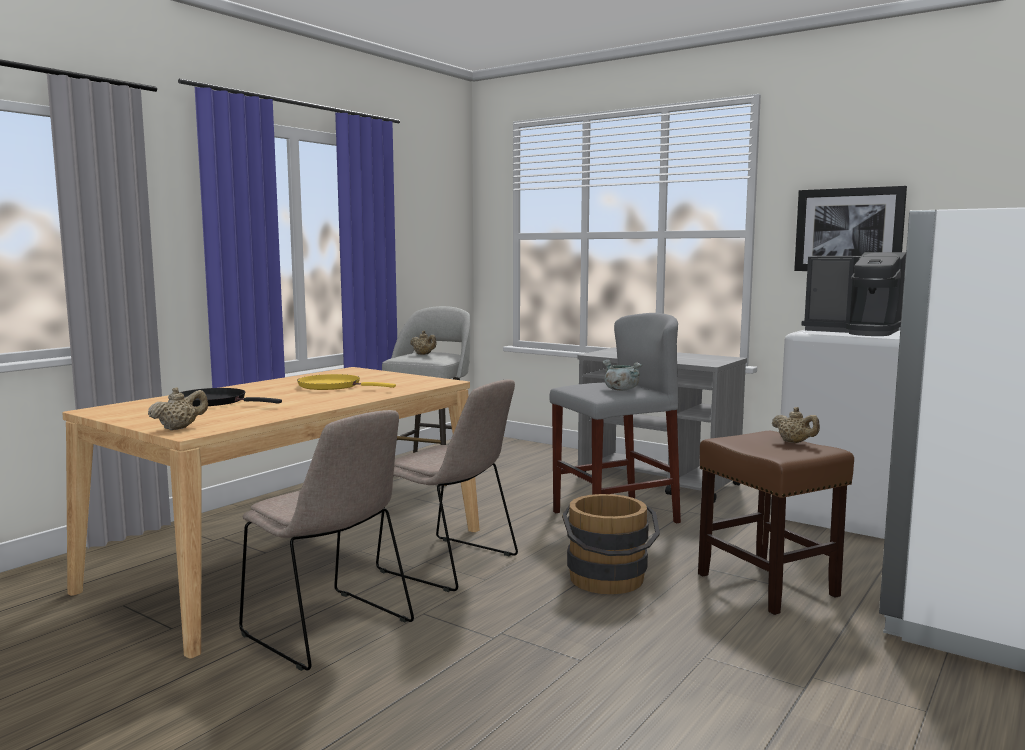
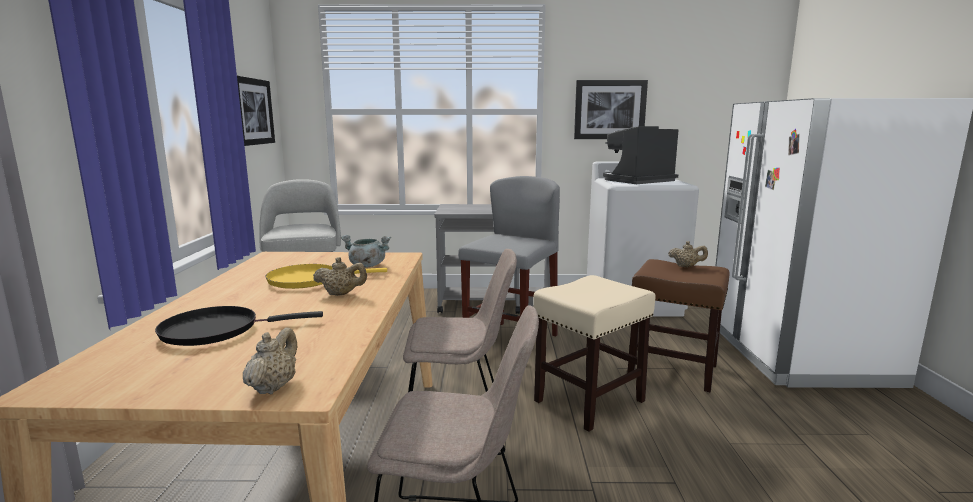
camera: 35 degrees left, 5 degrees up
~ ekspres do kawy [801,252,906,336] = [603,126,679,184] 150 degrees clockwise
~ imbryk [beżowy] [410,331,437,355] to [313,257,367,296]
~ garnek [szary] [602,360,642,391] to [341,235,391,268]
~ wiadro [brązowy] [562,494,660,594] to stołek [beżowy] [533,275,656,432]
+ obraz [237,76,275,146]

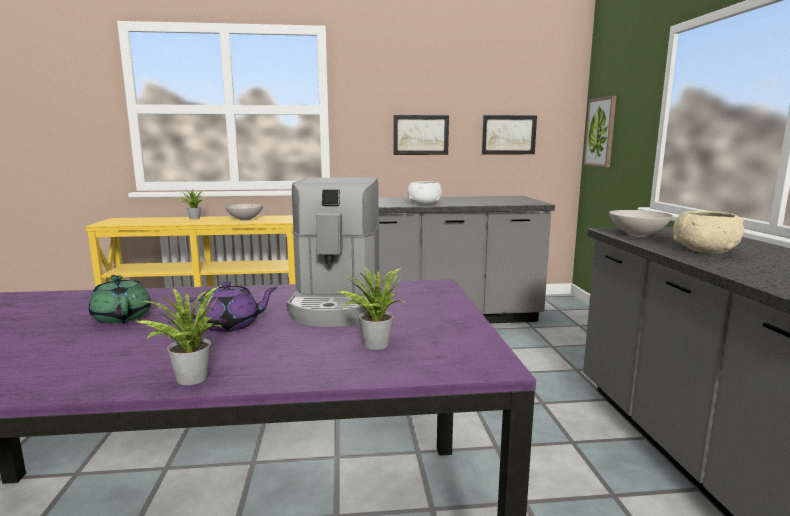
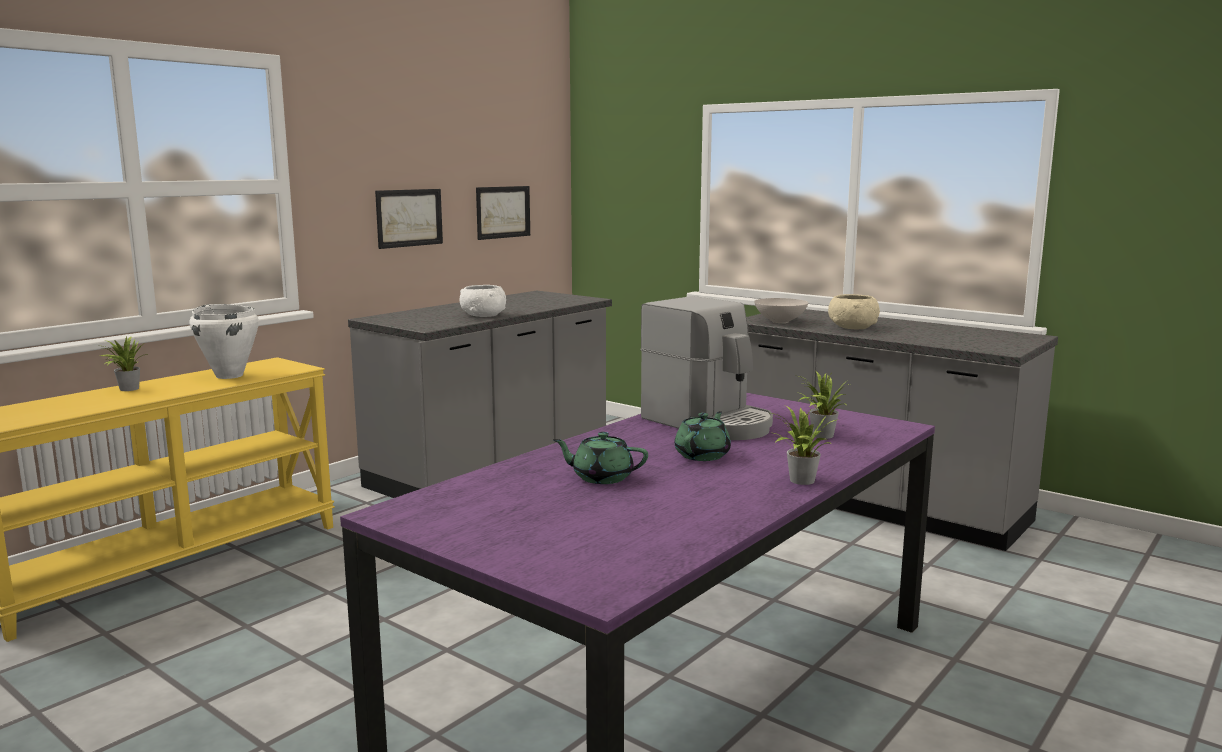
camera: 45 degrees left, 0 degrees up
- obraz [584,96,616,167]
~ miska [biały] [225,204,263,221] to garnek [biały] [189,304,259,379]
~ imbryk [fioletowy] [182,282,277,332] to imbryk [zielony] [674,411,731,461]

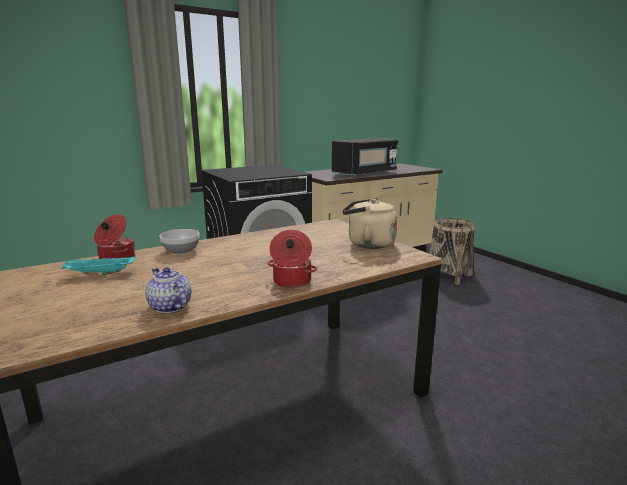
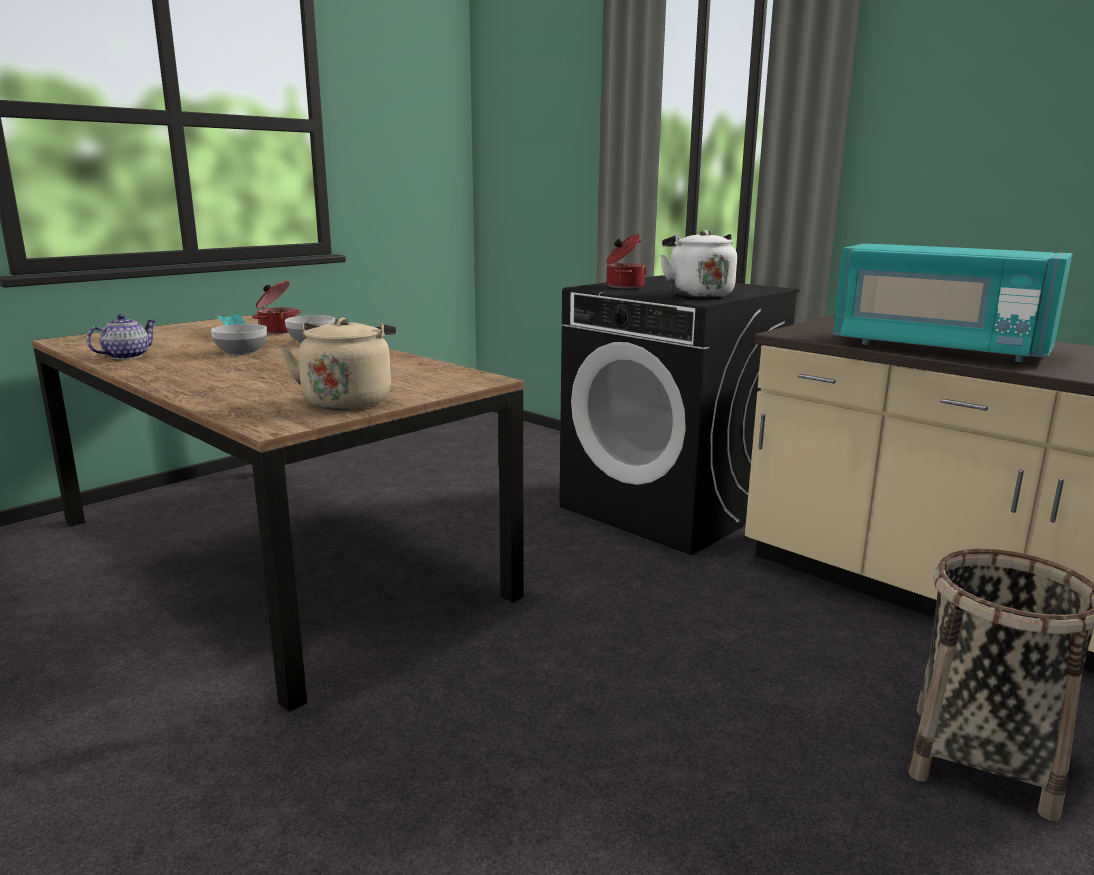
camera: 75 degrees right, 0 degrees up
~ mikrofalówka [czarny] [332,138,398,177] to mikrofalówka [turkusowy] [833,243,1072,362]
~ garnek [267,230,317,288] to [606,234,647,289]
+ czajnik [biały] [660,230,737,298]
+ miska [211,324,267,355]

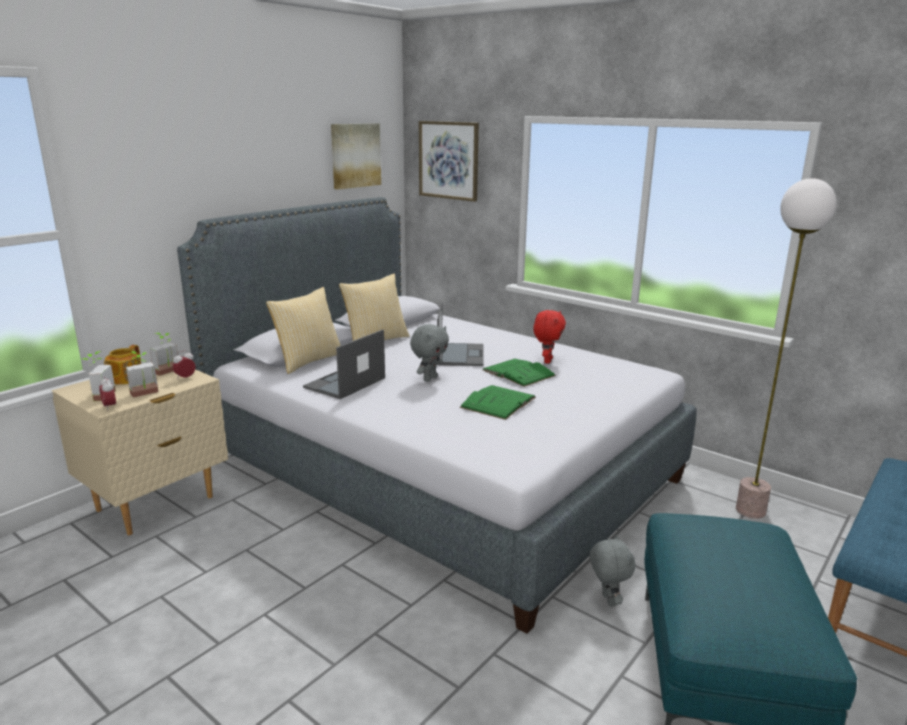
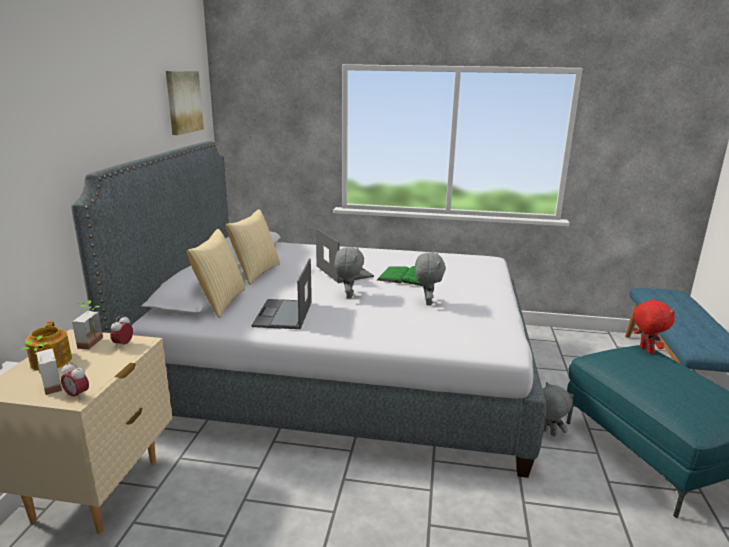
camera: 30 degrees left, 0 degrees up
- obraz [419,121,479,202]
- lampa stojąca [736,178,837,519]
~ pluszak [czerwony] [533,310,566,364] to [633,298,675,354]
- roślina doniczkowa [126,351,159,398]
~ książka [zielony] [460,385,536,420] to pluszak [szary] [415,253,446,305]

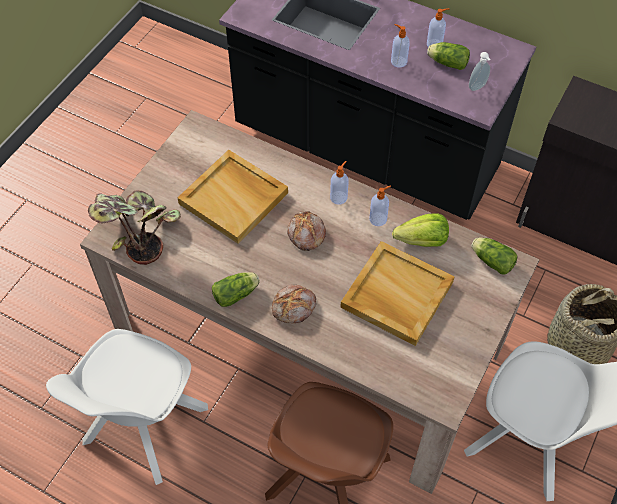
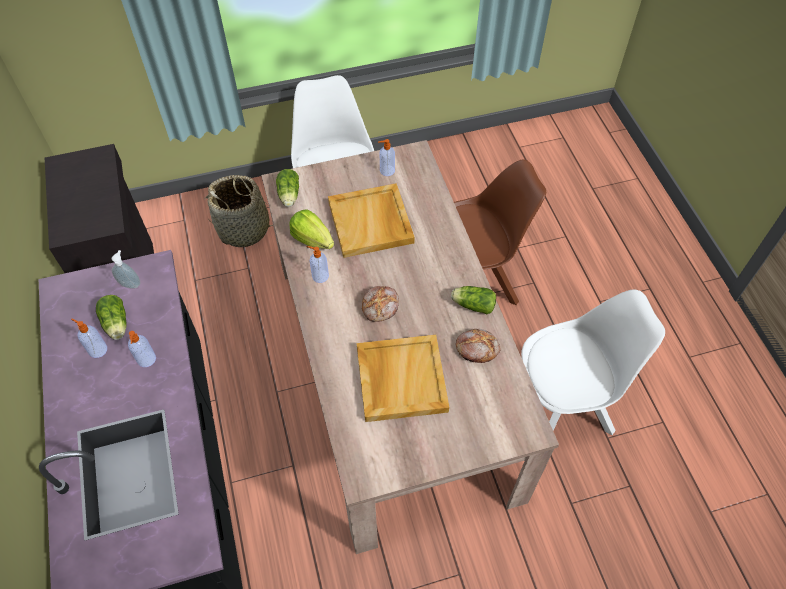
camera: 135 degrees left, 0 degrees up
~ dozownik mydła [330,161,349,205] to [378,139,395,176]
- roślina doniczkowa [88,190,181,265]
~ chleb [272,285,316,323] to [456,329,500,363]

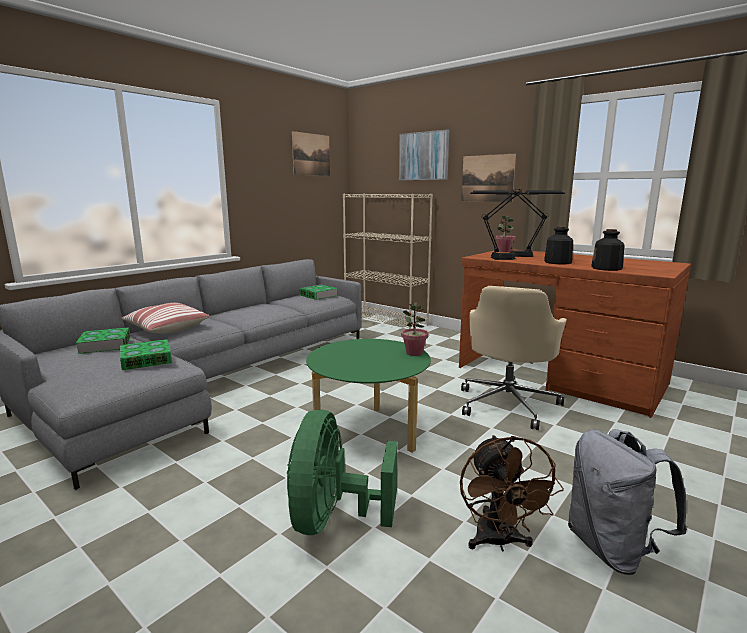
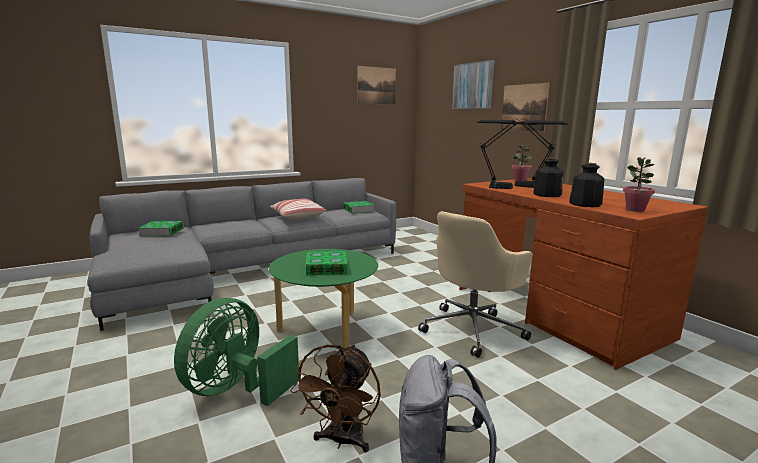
camera: 20 degrees right, 0 degrees up
- regał [beżowy] [343,194,433,329]
~ roślina doniczkowa [401,301,429,356] to [623,157,655,212]
~ poduszka [121,303,210,334] to [269,199,327,220]
~ książka [120,339,172,370] to [306,251,348,275]

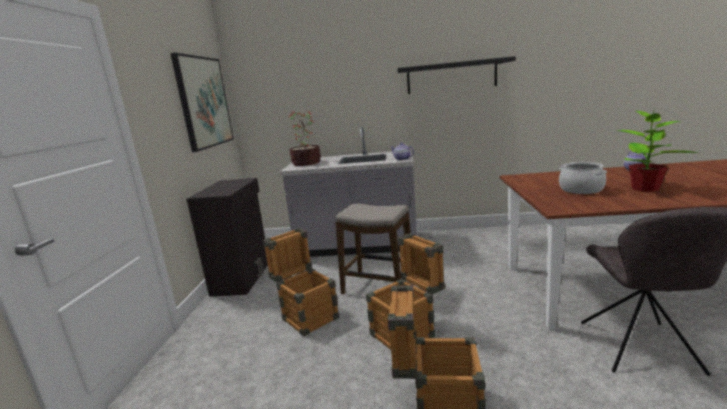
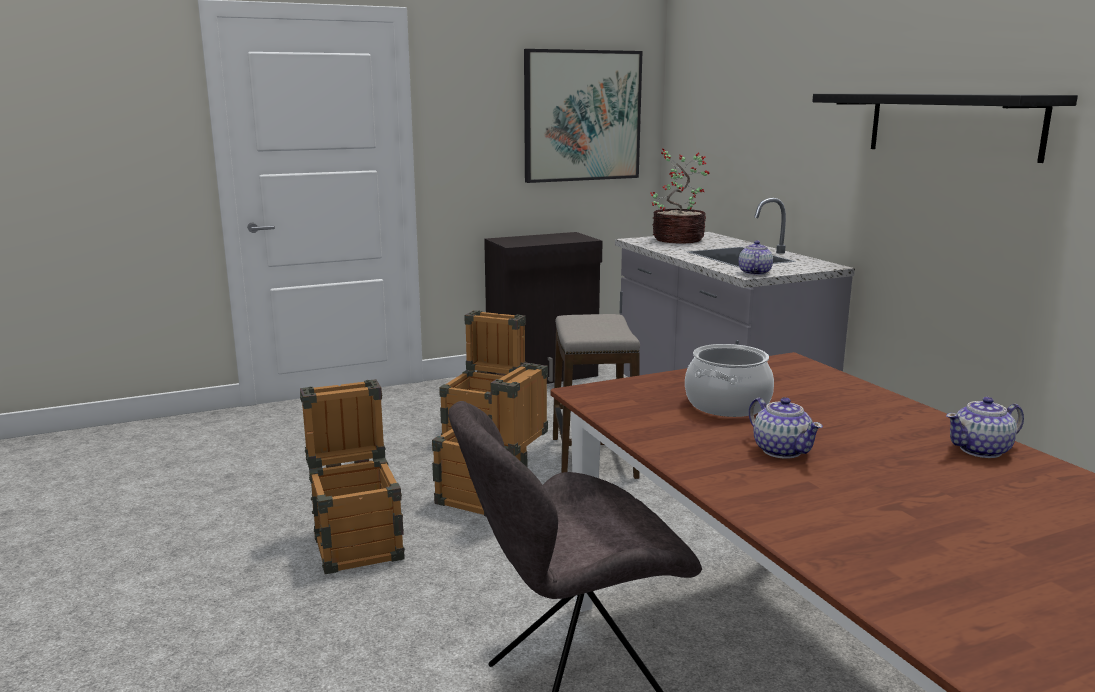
camera: 60 degrees right, 0 degrees up
~ roślina doniczkowa [616,107,698,192] to imbryk [749,397,823,459]

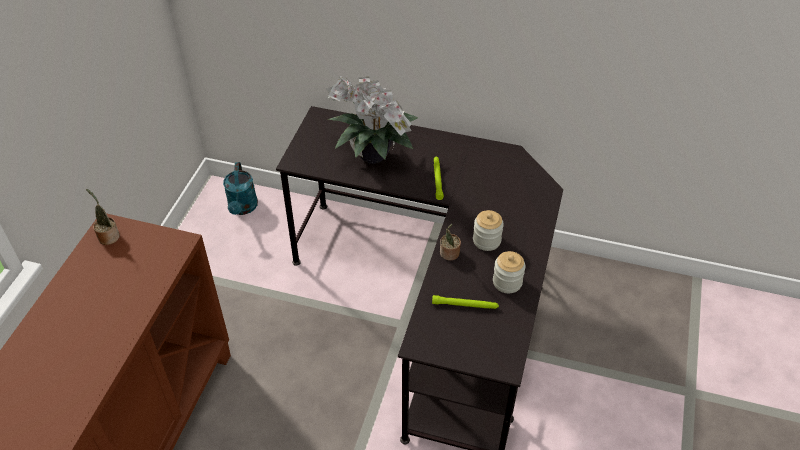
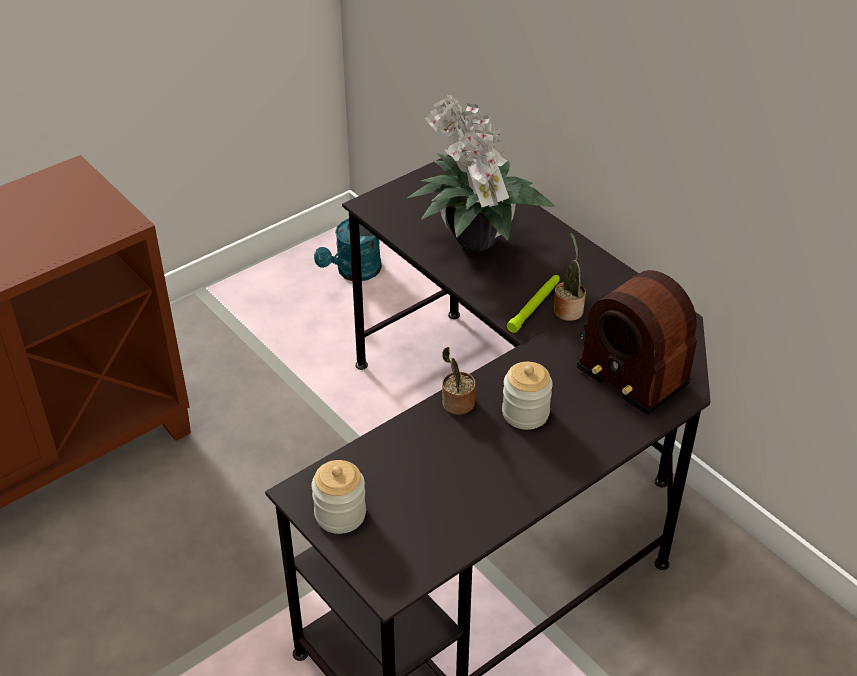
camera: 35 degrees right, 5 degrees down
~ roślina doniczkowa [86,189,120,245] to [554,233,586,321]
~ słoik [493,251,526,293] to [311,460,366,534]
- latarka [zielony] [432,295,499,309]
+ radio [577,270,697,415]

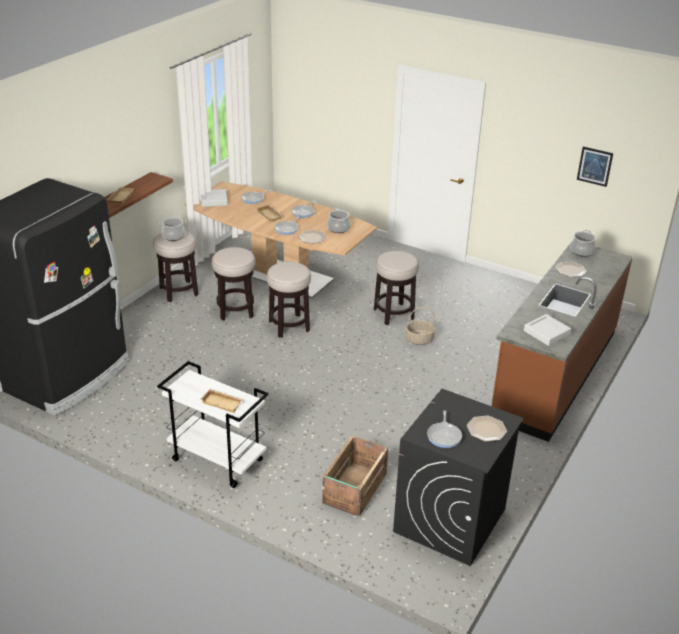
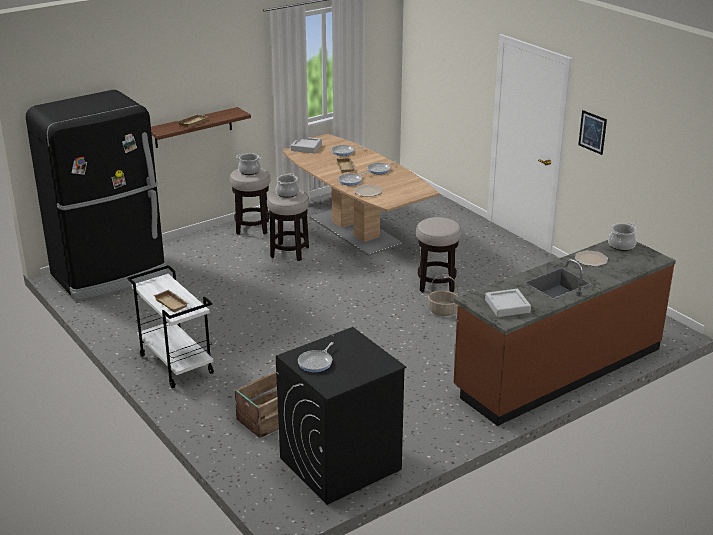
camera: 25 degrees right, 5 degrees down
~ obraz [577,147,613,187] to [578,110,607,155]
~ garnek [327,208,350,233] to [276,173,299,198]
- stołek [266,262,311,338]
- talerz [467,415,507,442]

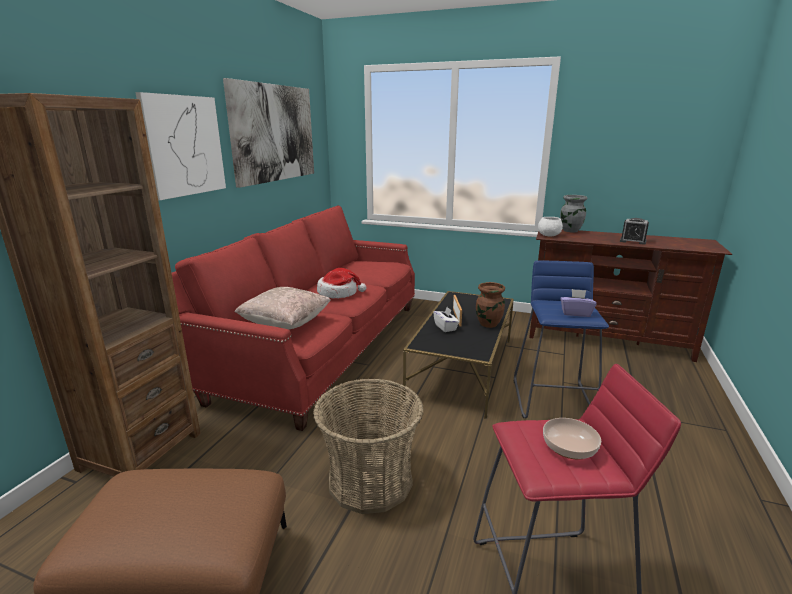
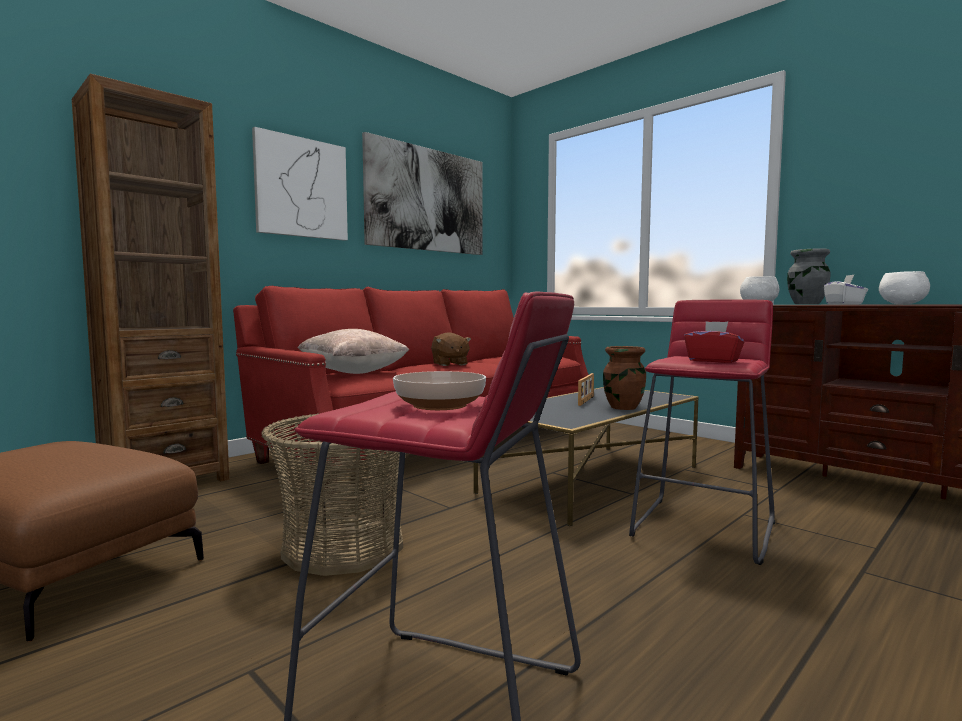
camera: 25 degrees right, 15 degrees down
~ budzik [620,218,649,245] to miska [biały] [879,271,930,304]
~ stołek [niebieski] [514,261,609,419] to stołek [czerwony] [629,299,775,565]
~ kapelusz [317,268,366,298] to pluszak [brązowy] [431,332,471,366]
~ pudełko chusteczek [fioletowy] [560,289,597,317] to pudełko chusteczek [czerwony] [684,321,745,363]
~ pudełko chusteczek [biały] [433,307,459,332] to [824,274,868,304]

